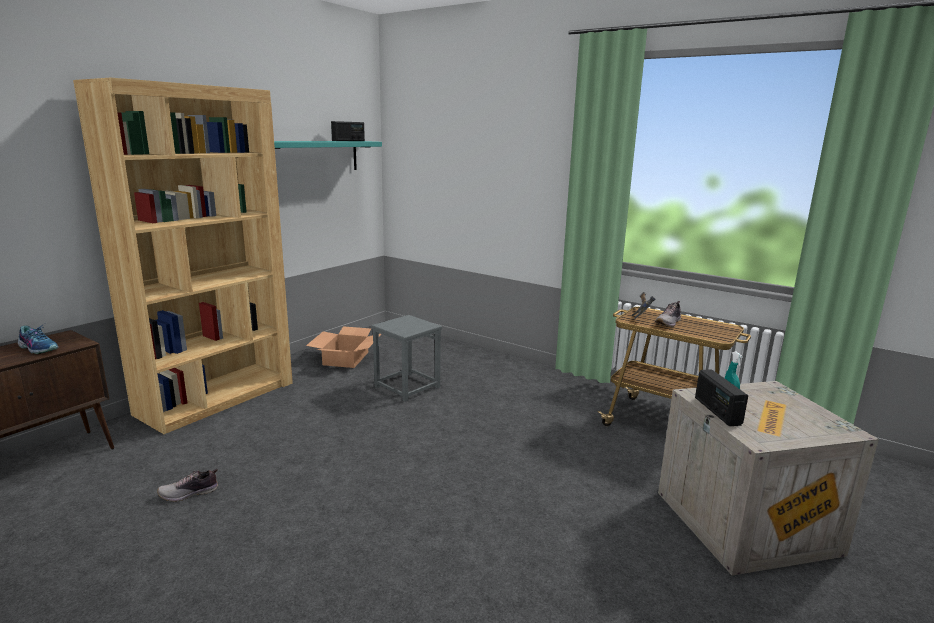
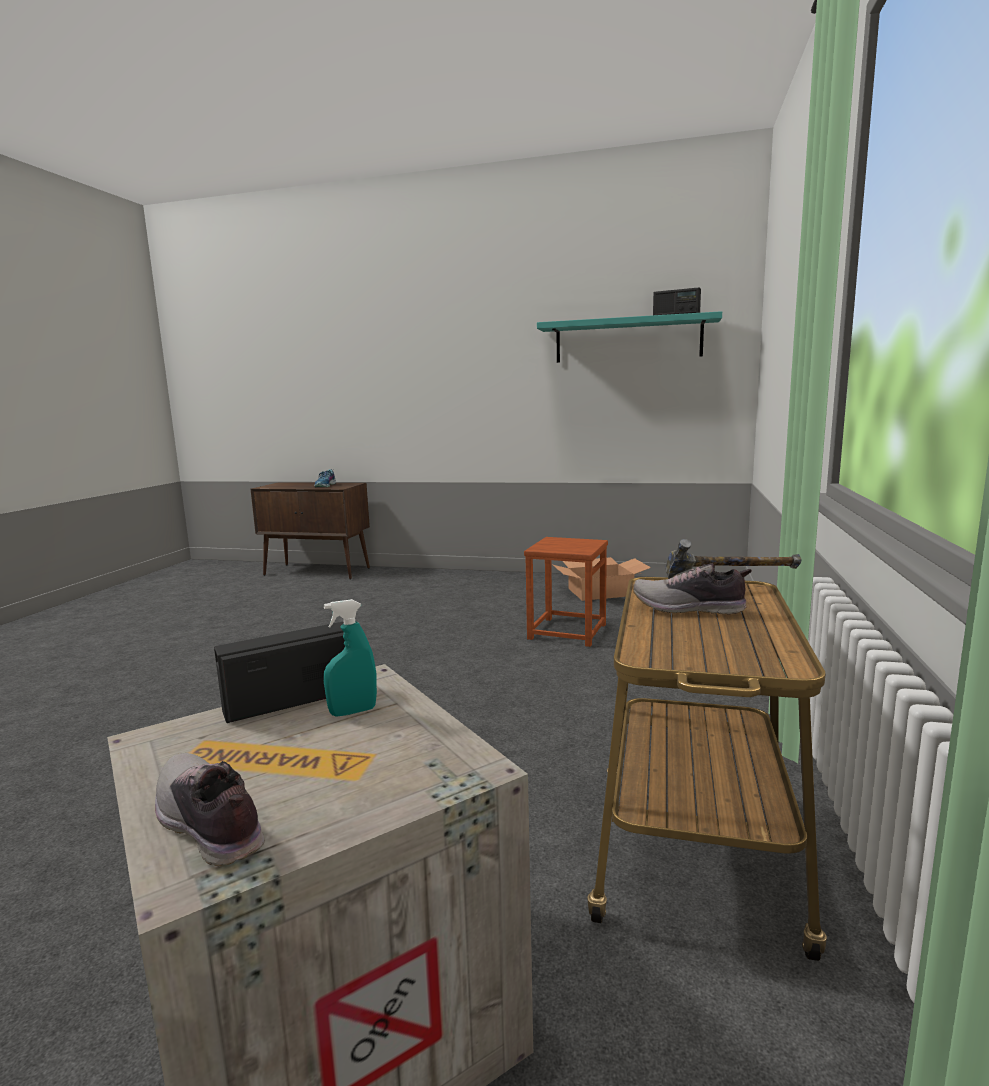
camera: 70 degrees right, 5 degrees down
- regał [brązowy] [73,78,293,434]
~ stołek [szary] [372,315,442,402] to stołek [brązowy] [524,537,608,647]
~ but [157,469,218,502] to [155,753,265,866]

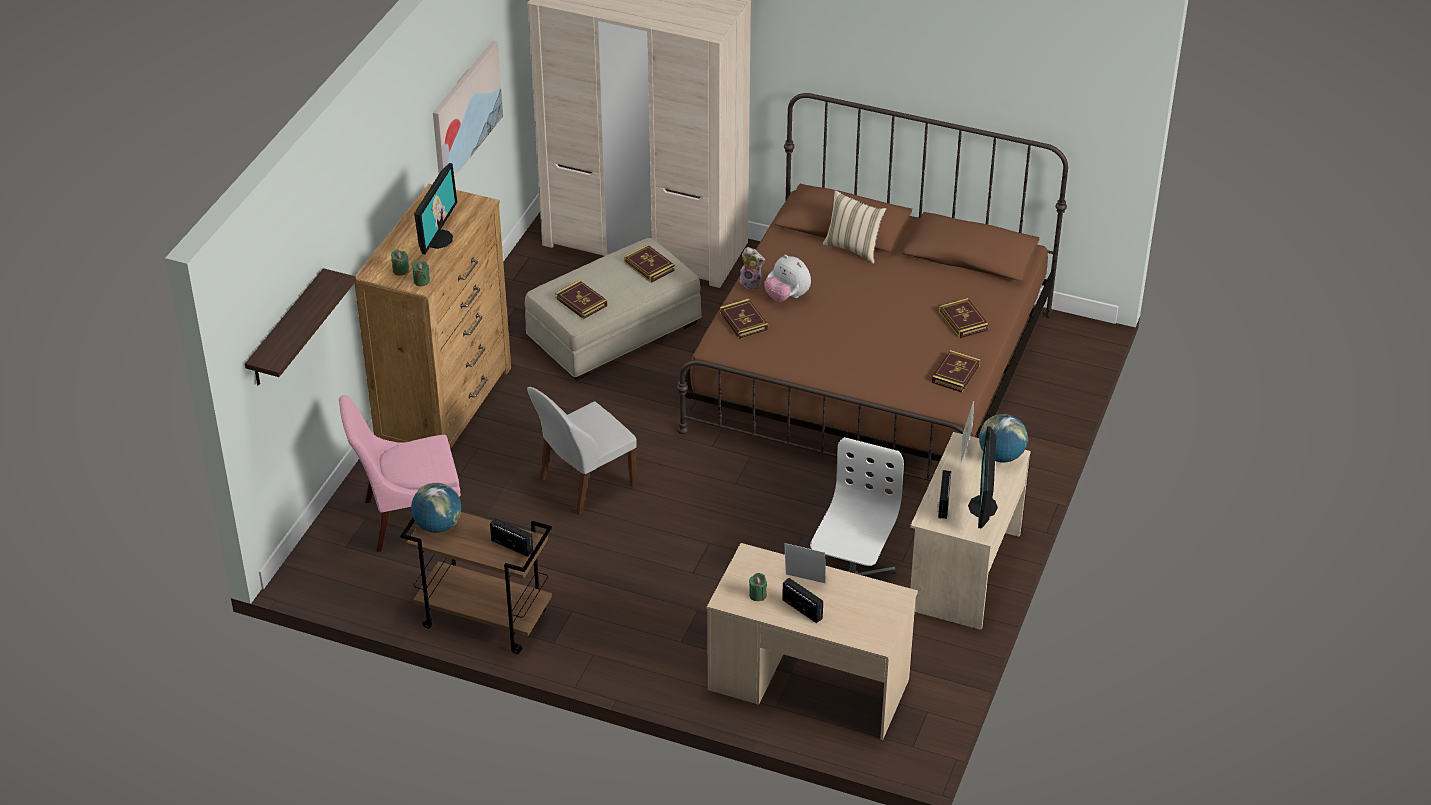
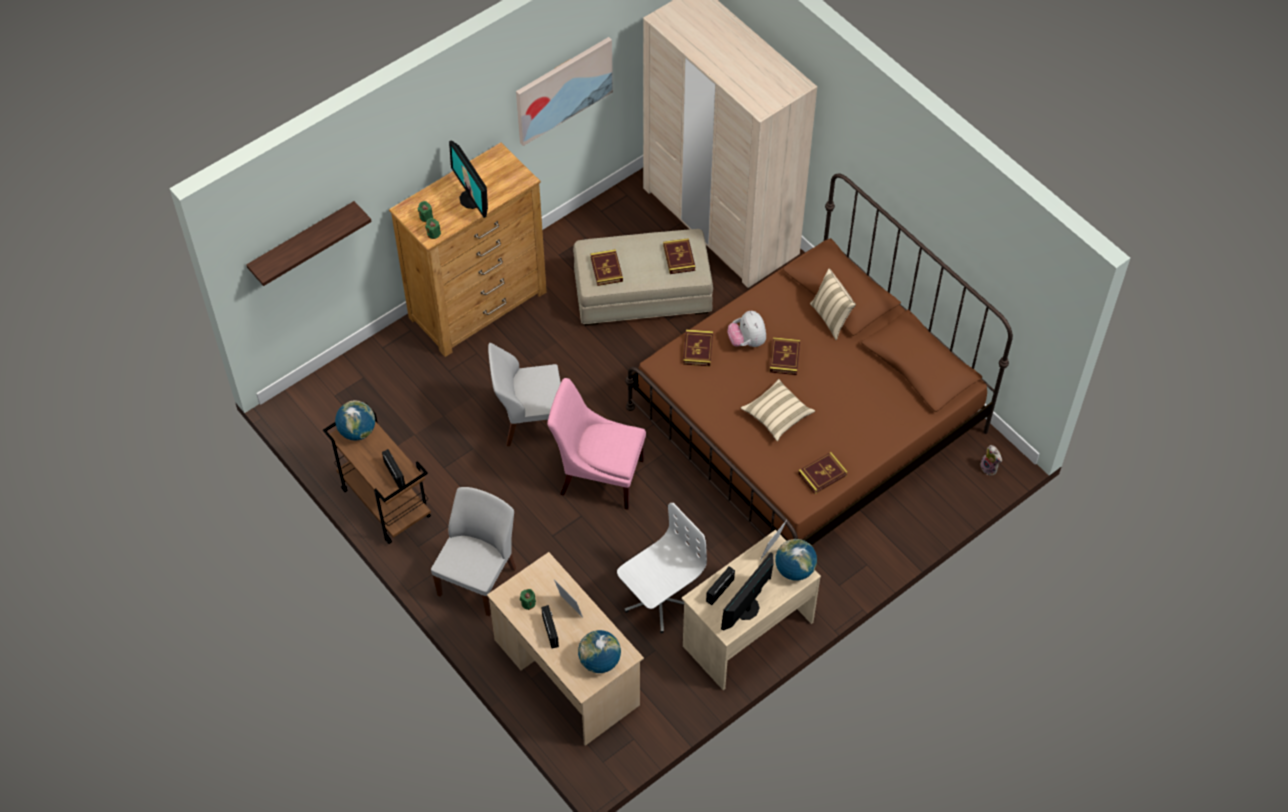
camera: 30 degrees right, 15 degrees up
~ monitor [414,163,457,254] = [449,140,488,218] 105 degrees clockwise
~ pluszak [740,247,765,289] to [980,445,1002,475]
~ książka [939,298,989,338] to [770,337,800,375]
~ krzesło [różowy] [339,395,461,552] to [547,378,646,510]
+ poduszka [beżowy] [741,379,815,441]
+ krzesło [biały] [431,487,516,616]
+ globus [578,630,621,673]

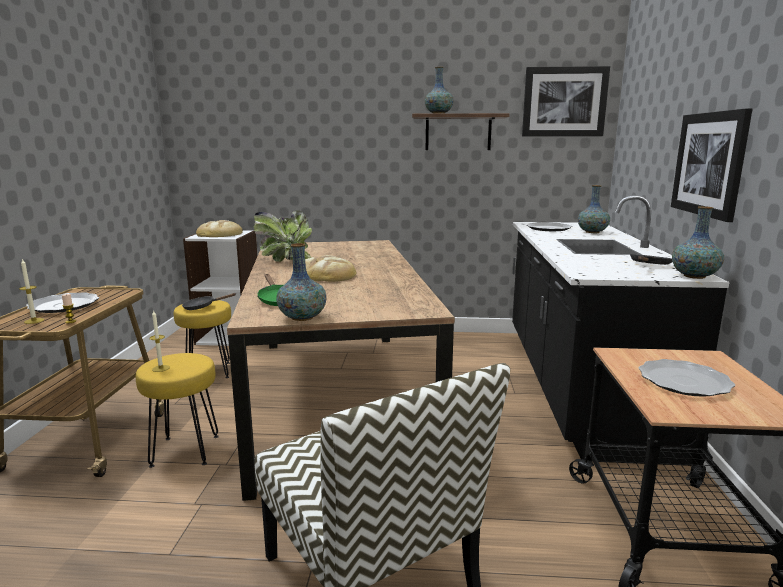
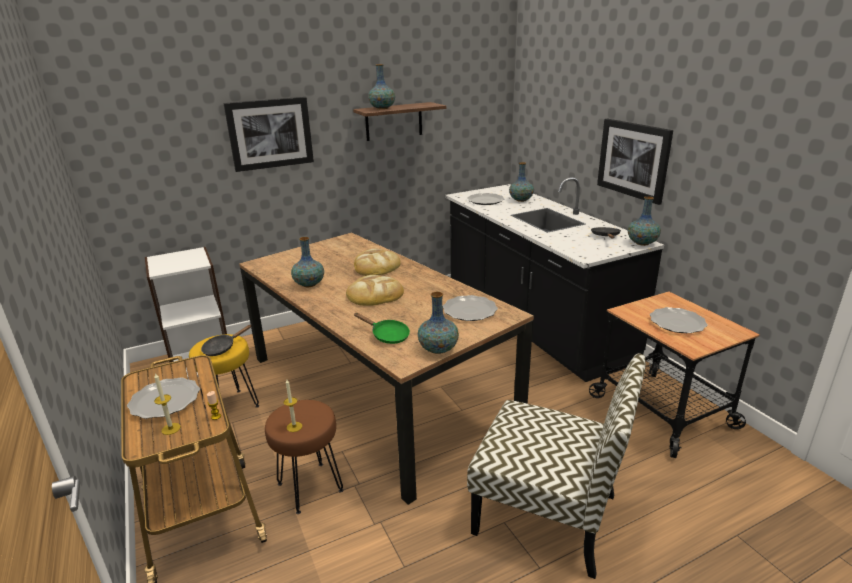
camera: 30 degrees left, 10 degrees up
~ obraz [522,66,610,137] to [223,97,314,172]
~ roślina doniczkowa [253,210,312,262] to wazon [291,237,324,287]
~ chleb [196,220,243,237] to [354,249,400,276]
~ stołek [żółty] [136,353,219,468] to stołek [brązowy] [265,400,343,514]
+ talerz [442,295,498,321]

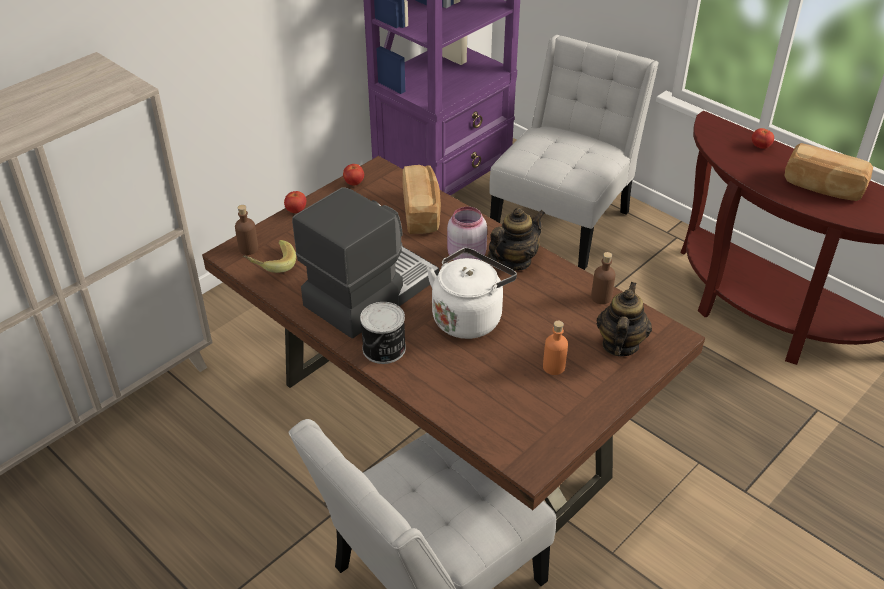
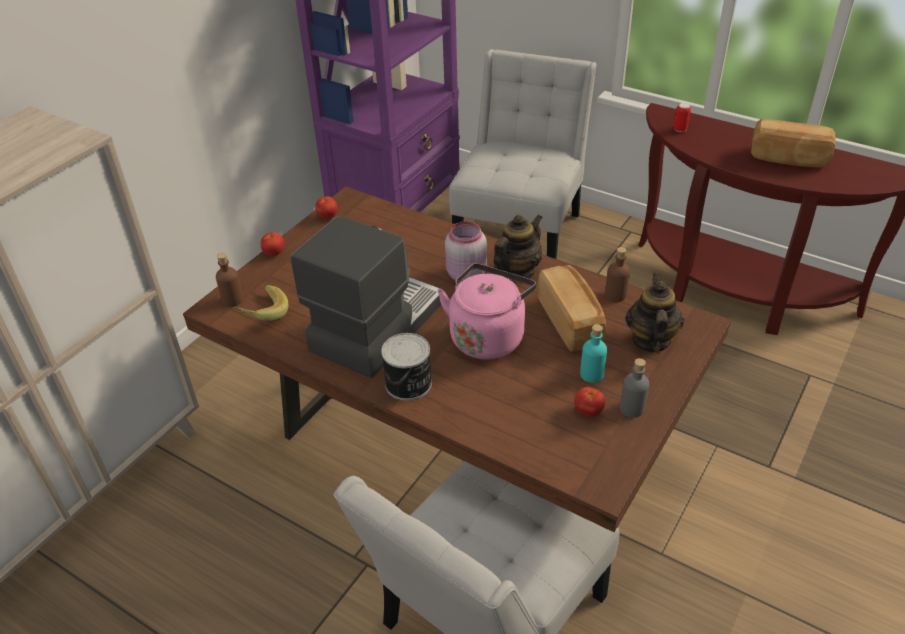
camera: 10 degrees left, 0 degrees up
~ pomidor [752,128,774,149] to [574,387,606,417]
~ chleb [402,165,441,234] to [537,265,606,352]
~ czajnik [biały] [427,248,517,339] to czajnik [różowy] [438,263,536,360]
~ butelka [pomarańczowy] [543,321,568,375] to butelka [turkusowy] [580,324,607,383]
+ puszka [673,103,691,132]
+ butelka [szary] [620,358,649,418]

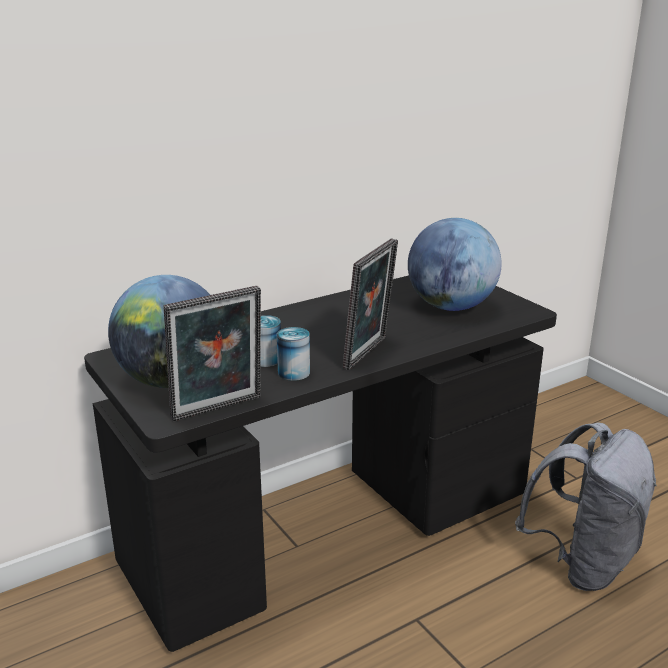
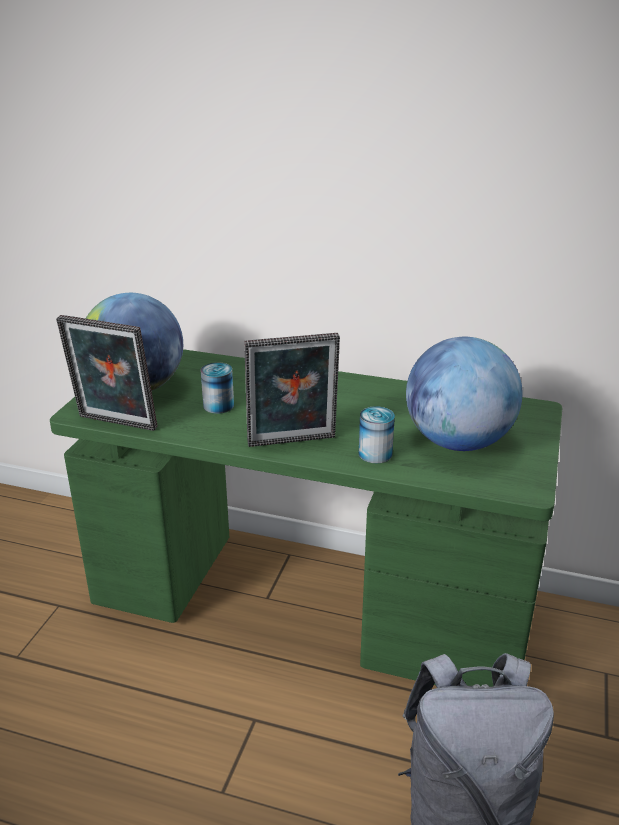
camera: 50 degrees right, 5 degrees up
~ biurko [czarny] [84,275,557,652] to biurko [zielony] [50,349,562,687]
~ puszka [277,327,310,381] to [359,406,395,463]

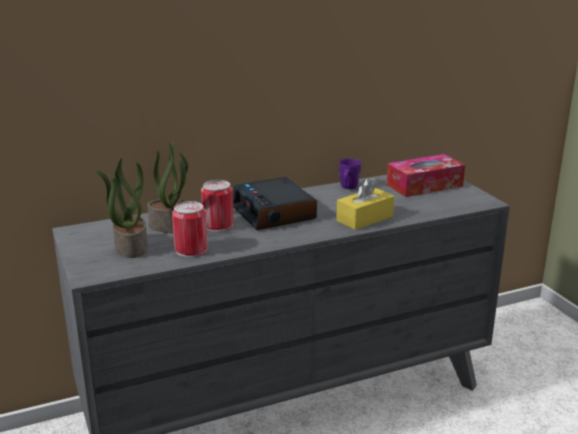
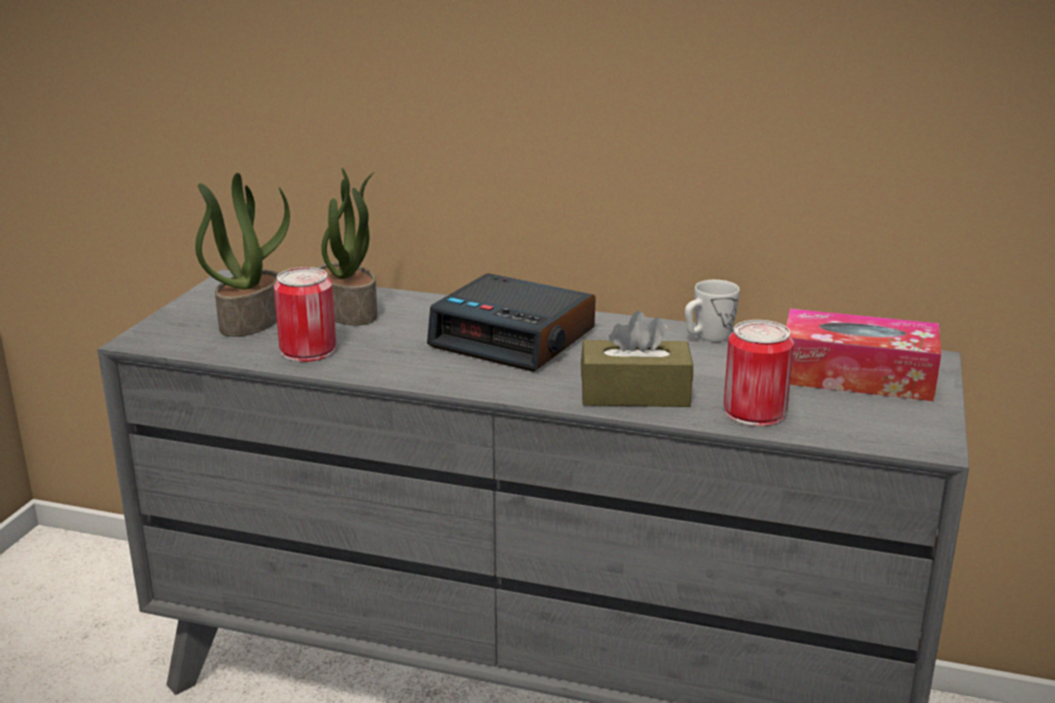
camera: 40 degrees right, 0 degrees up
~ kubek [fioletowy] [339,158,361,189] to kubek [biały] [685,280,740,342]
~ budzik [233,177,317,230] = [427,273,596,372] 75 degrees counterclockwise
~ pudełko chusteczek [żółty] [336,177,394,230] to pudełko chusteczek [brązowy] [581,311,693,407]
~ puszka [201,180,234,232] to [724,320,794,427]

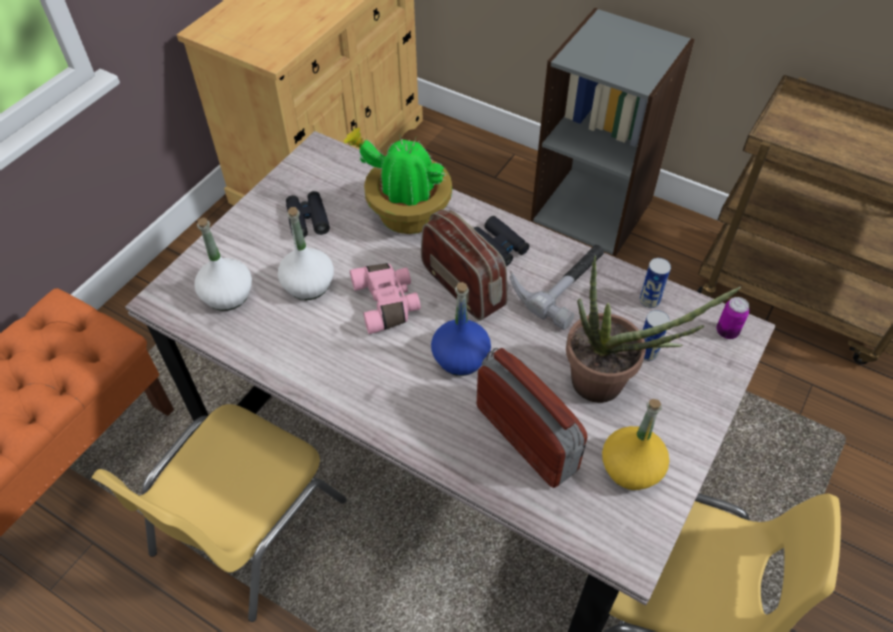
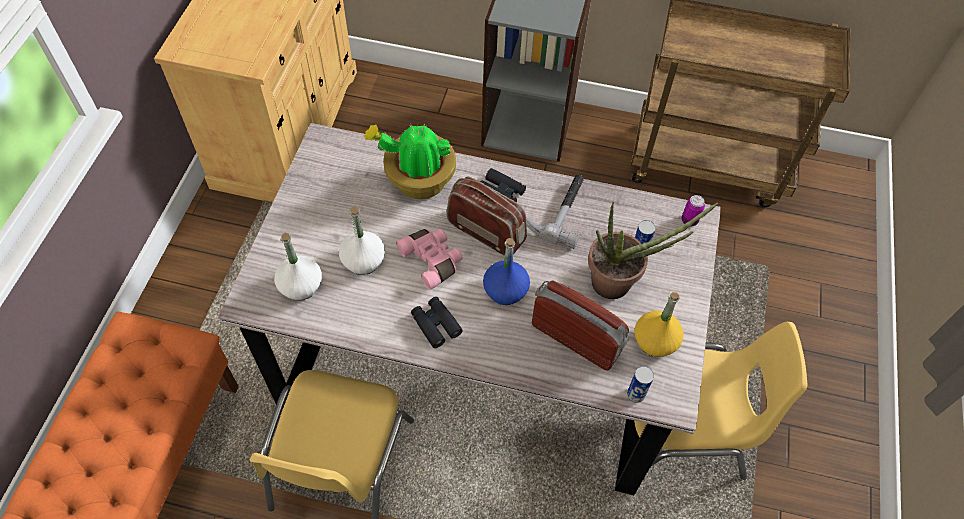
camera: 20 degrees left, 5 degrees up
~ lornetka [czarny] [286,191,330,238] to [411,297,463,348]
~ puszka [640,258,671,308] to [627,366,654,403]

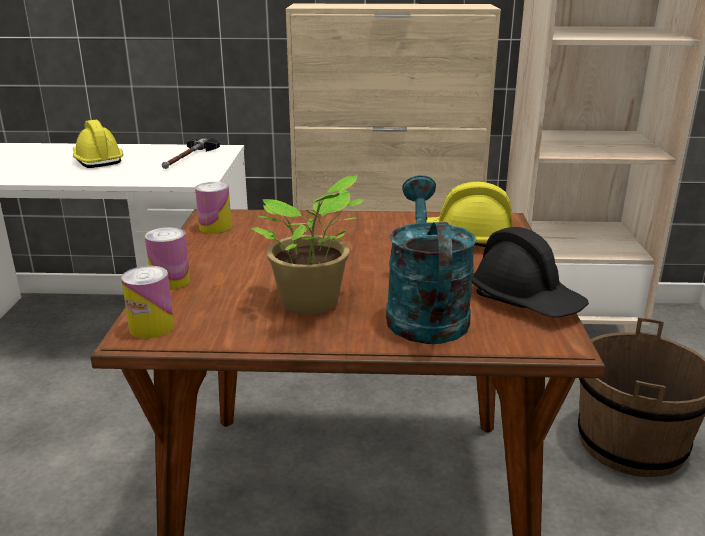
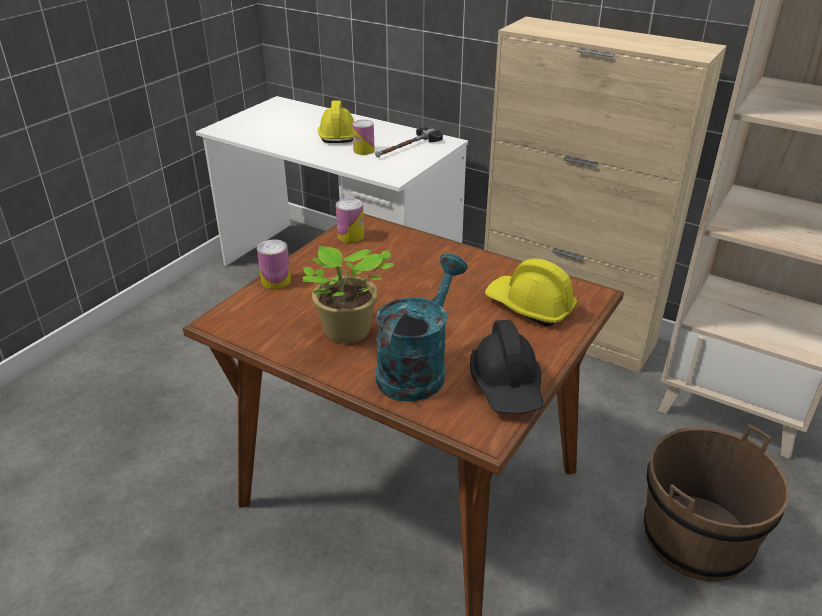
camera: 30 degrees right, 10 degrees up
~ puszka [121,266,174,339] to [352,120,375,155]

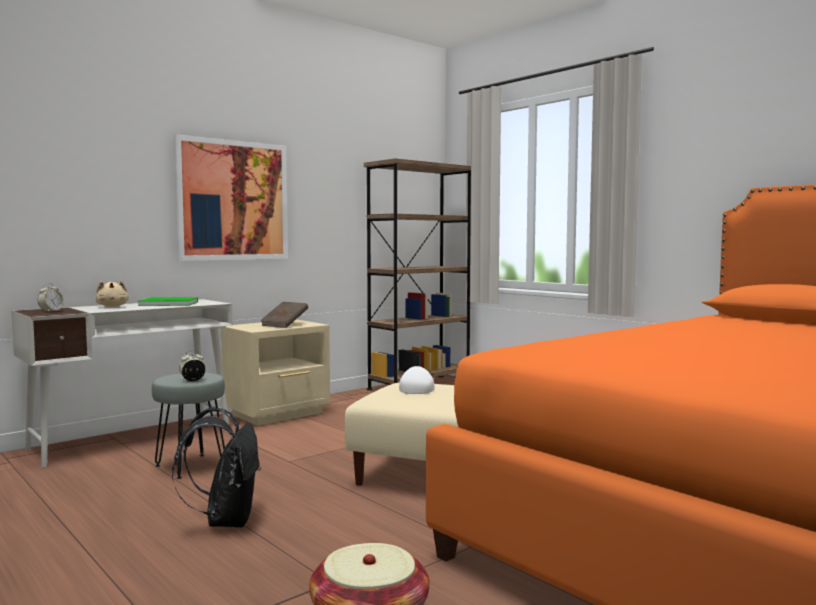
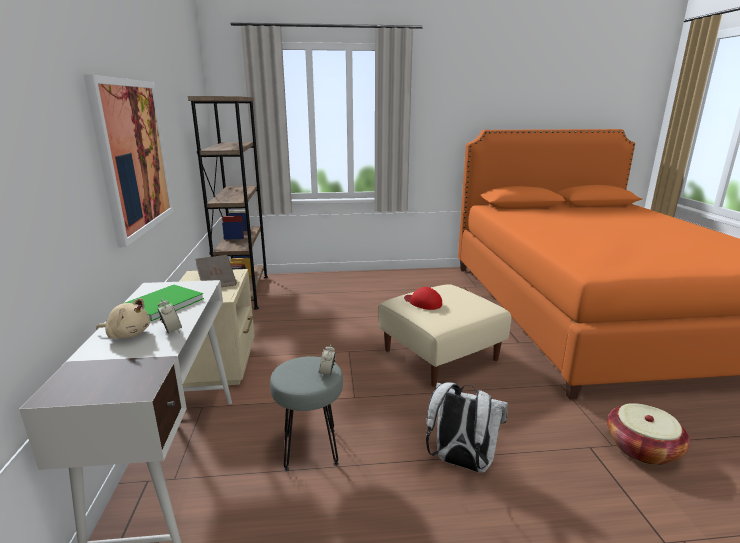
camera: 55 degrees left, 15 degrees up
~ budzik [38,283,64,312] to [158,298,182,333]
~ czapka z daszkiem [biały] [399,366,435,394] to czapka z daszkiem [czerwony] [404,287,442,310]
~ plecak [czarny] [172,407,261,528] to plecak [biały] [426,382,508,473]

